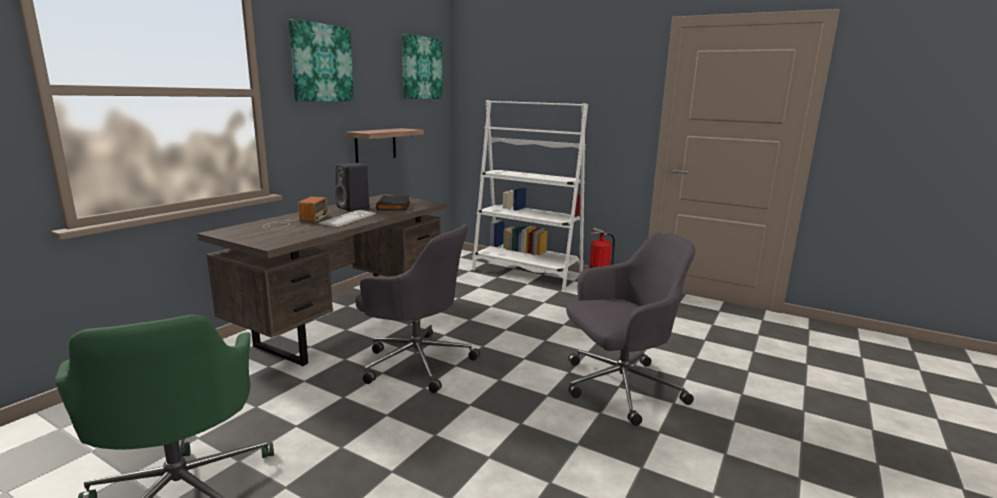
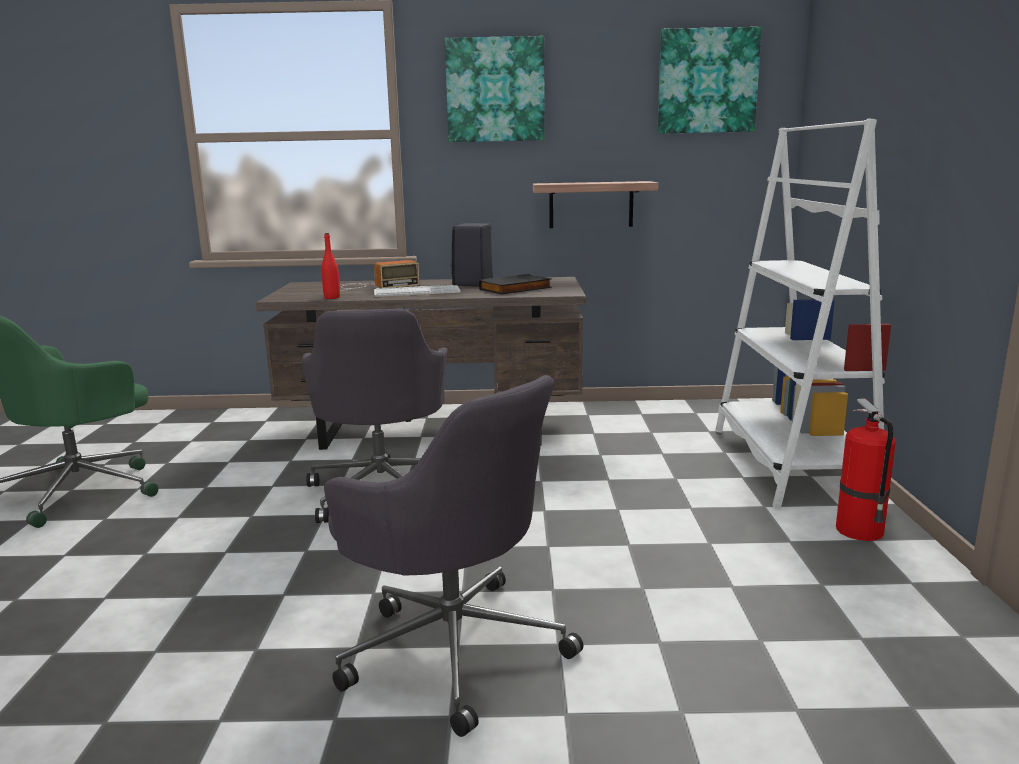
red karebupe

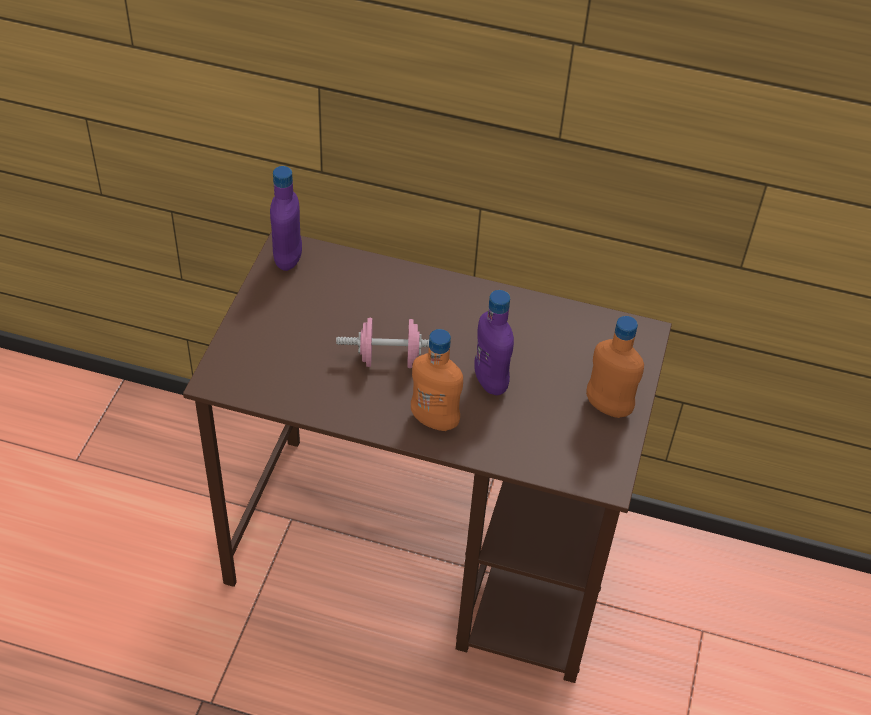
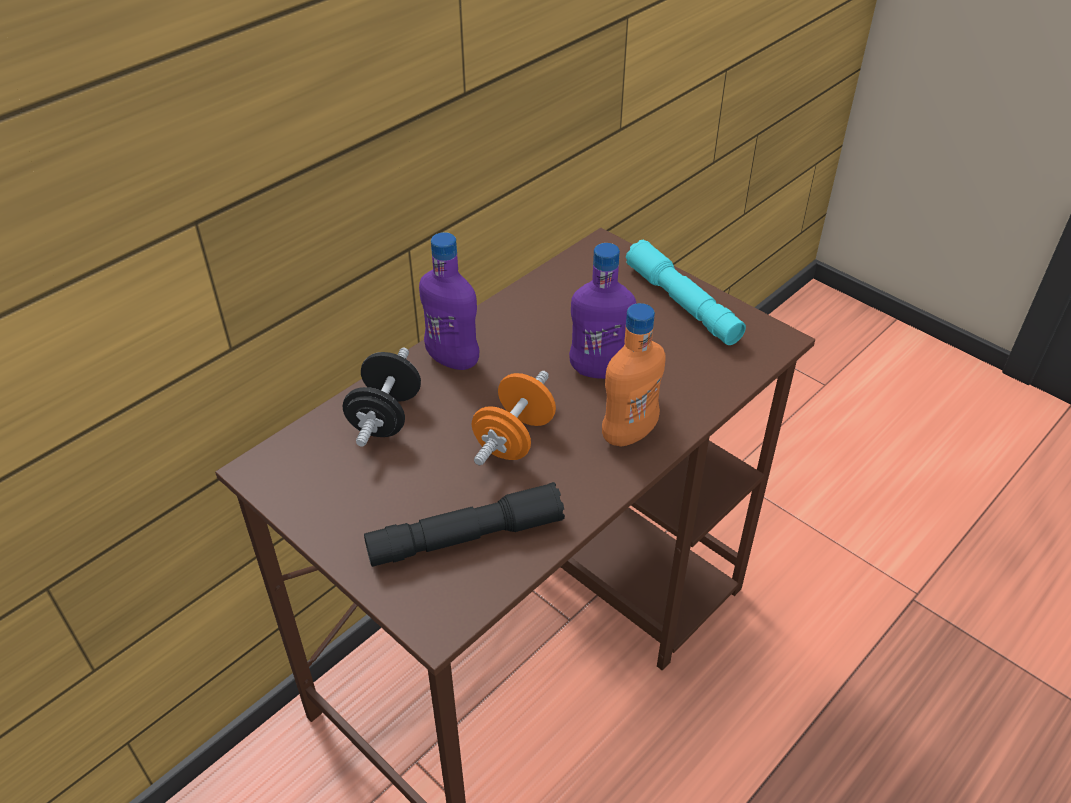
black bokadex
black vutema
purple karebupe (no. 1 from left)
orange bokadex
turquoise vutema

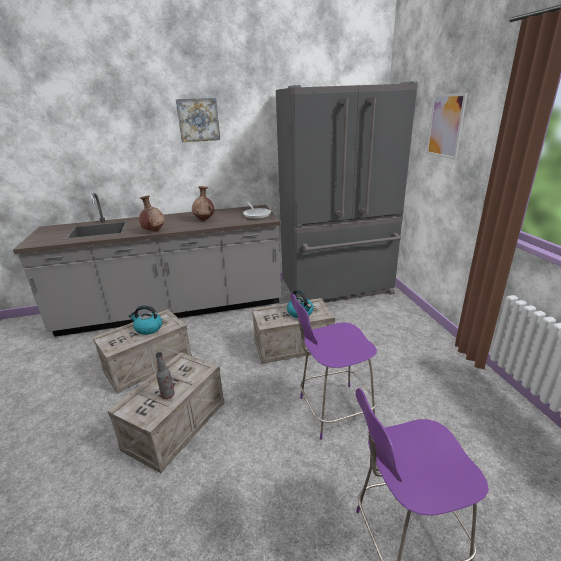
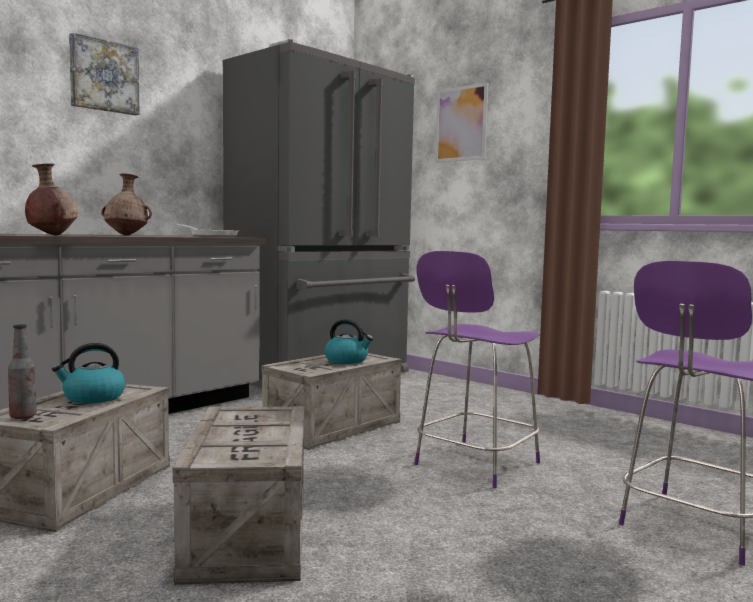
karebupe

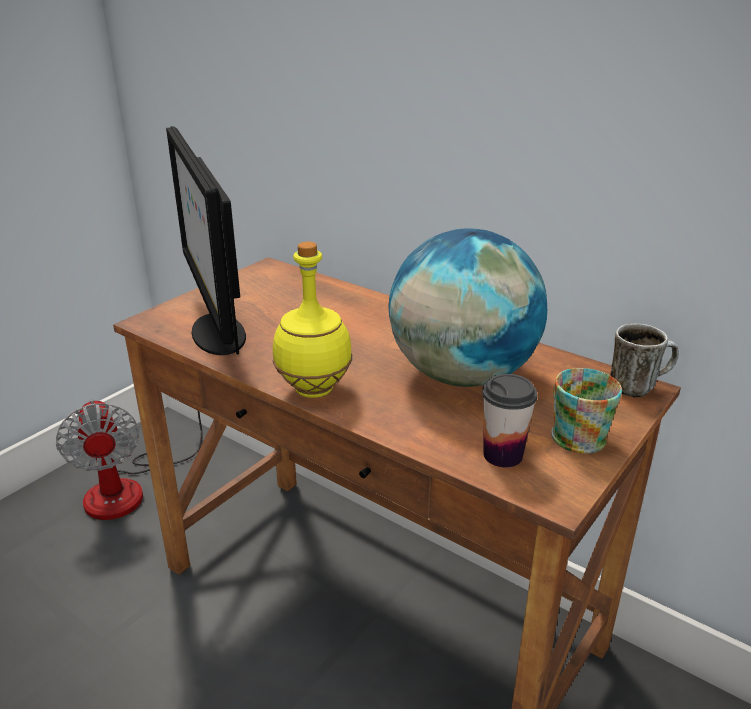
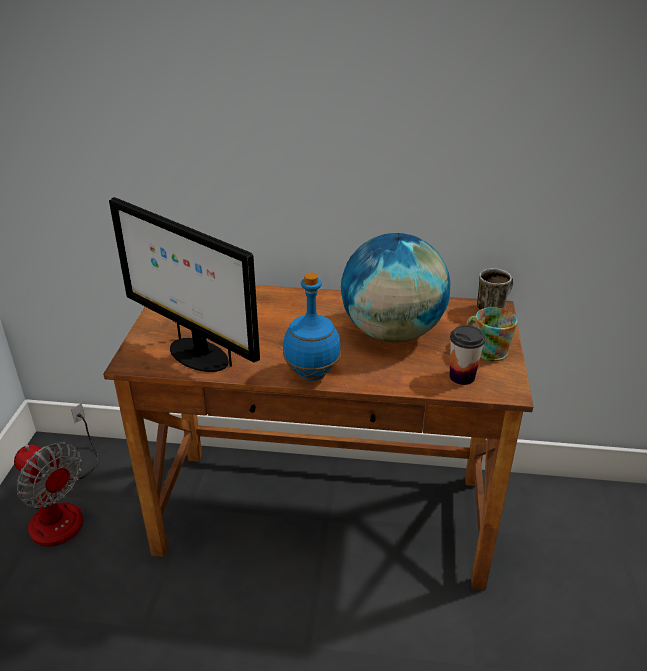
blue karebupe

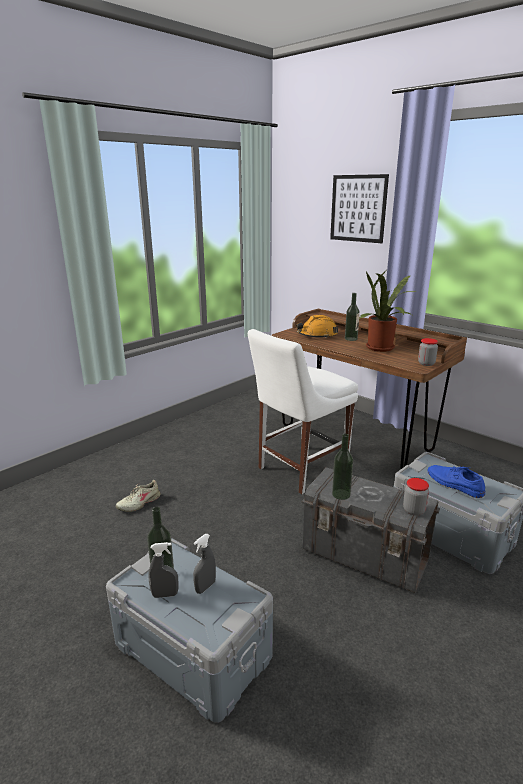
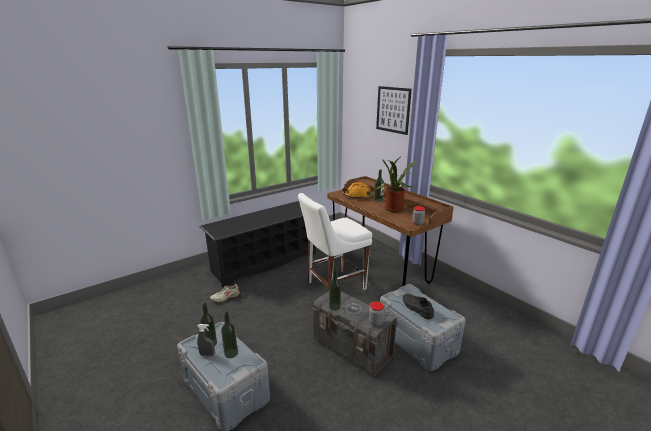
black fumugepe
karebupe (no. 2 from left)
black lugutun

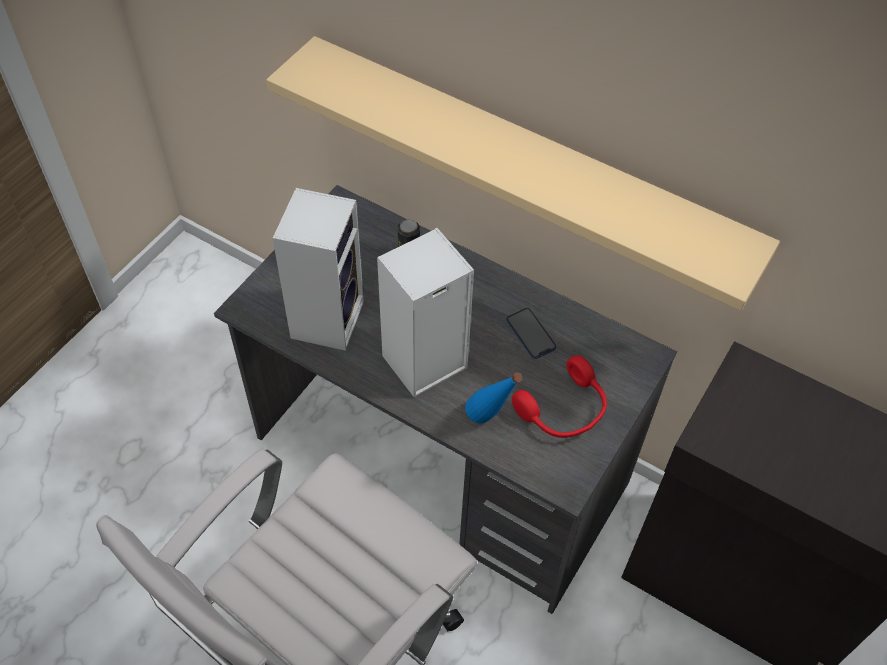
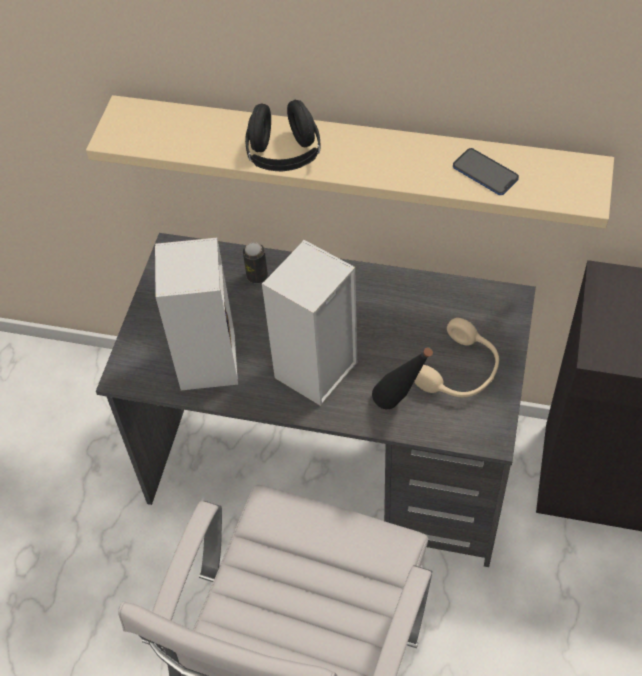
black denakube
black karebupe
beige denakube
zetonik

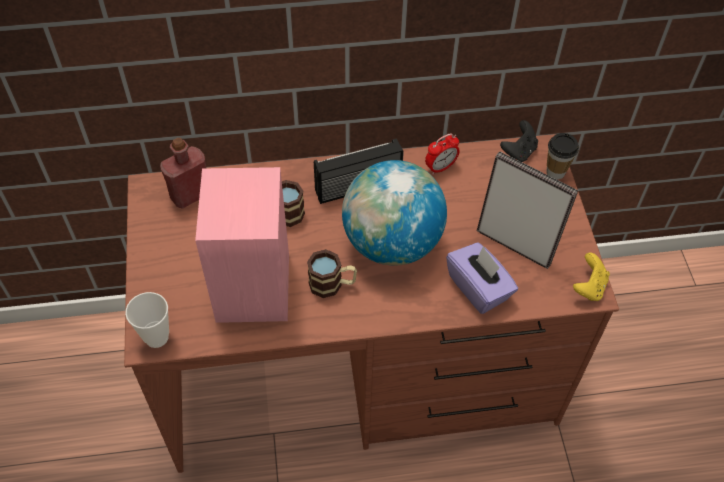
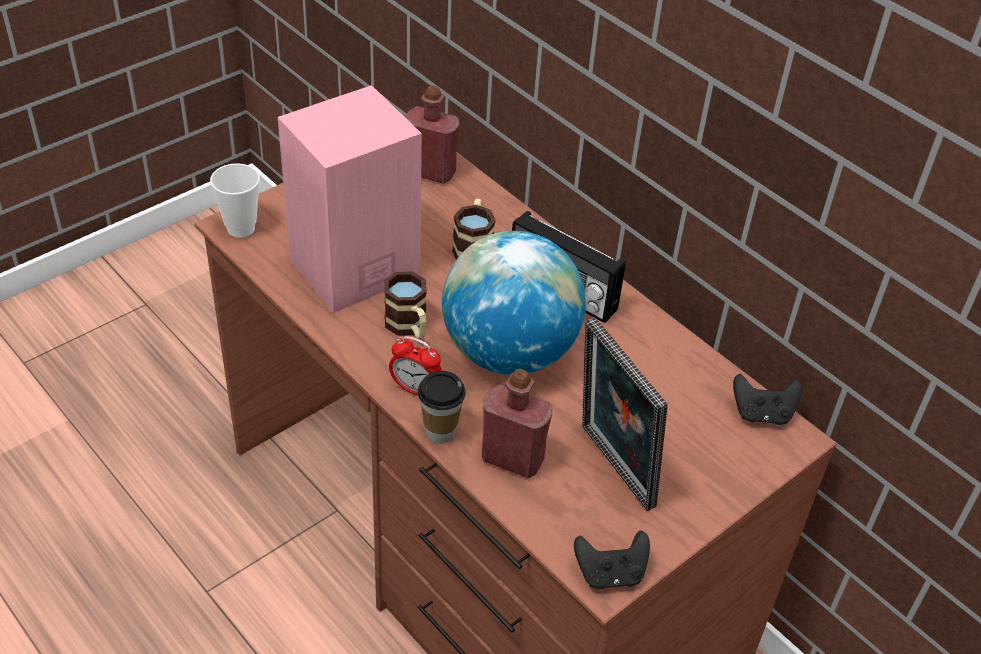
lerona
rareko (no. 2 from left)
red karebupe (no. 2 from left)
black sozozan (no. 1 from left)
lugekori

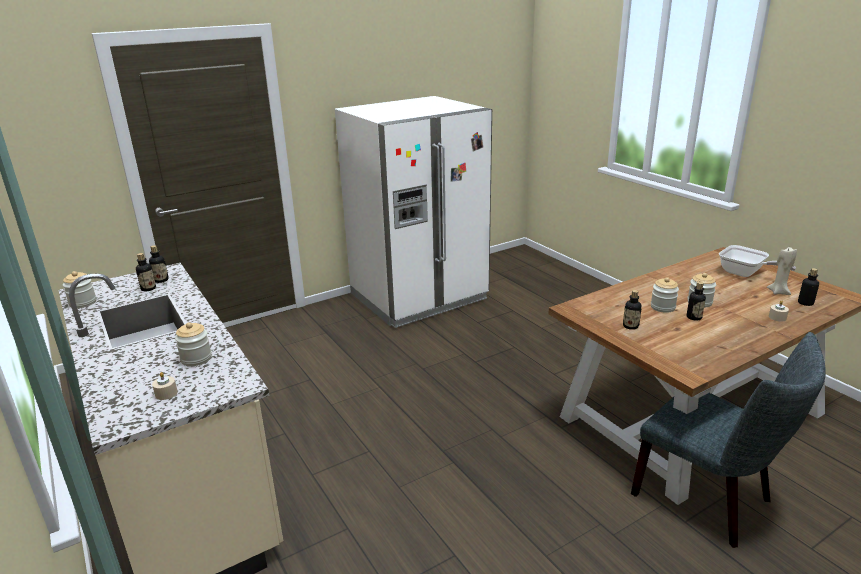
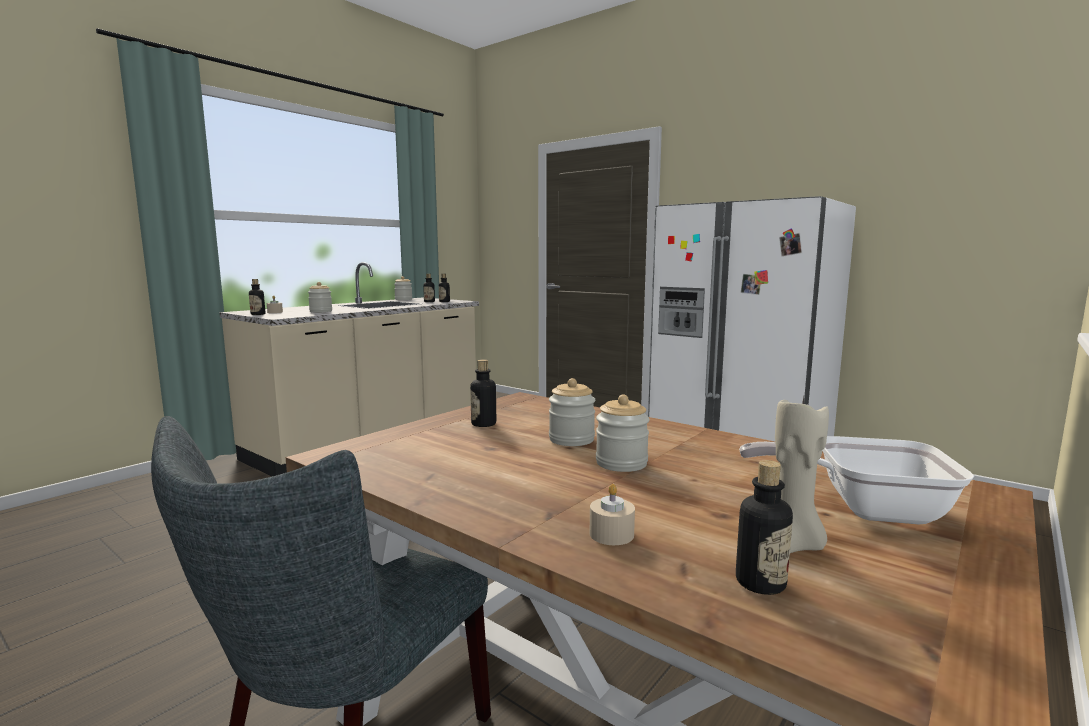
karebupe (no. 1 from left)
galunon

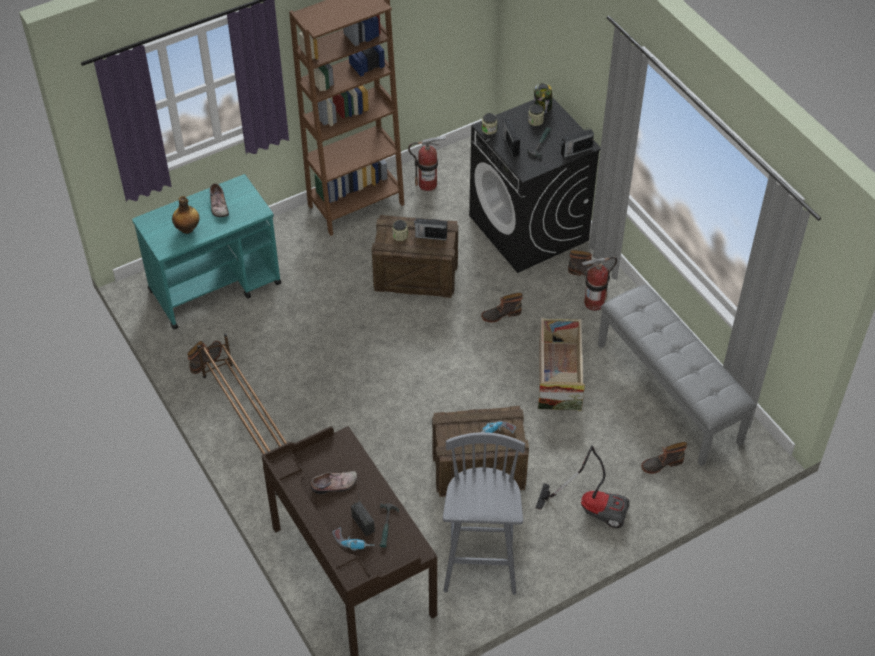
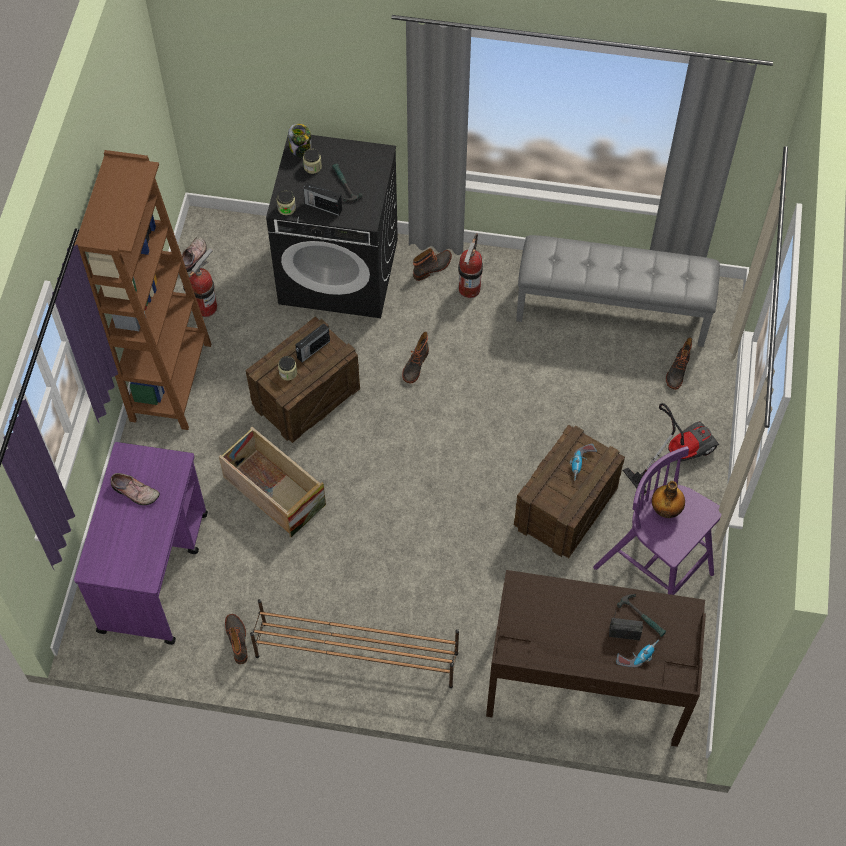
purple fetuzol
lugutun (no. 2 from left)
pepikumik (no. 1 from left)
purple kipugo
karebupe
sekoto (no. 4 from left in the first image)

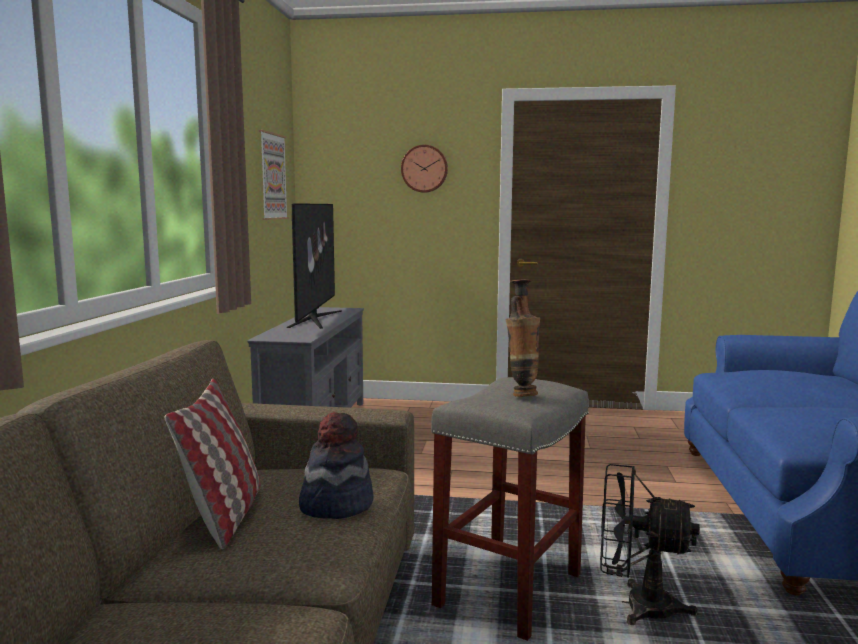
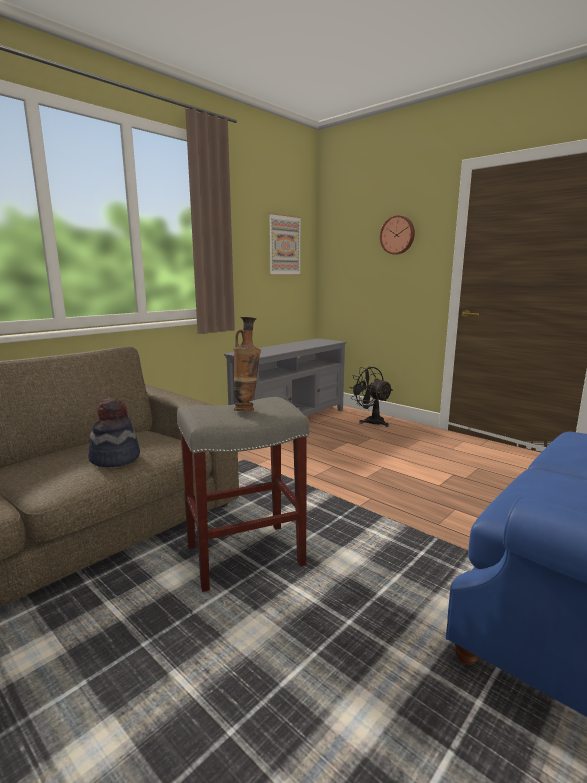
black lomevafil
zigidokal
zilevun

